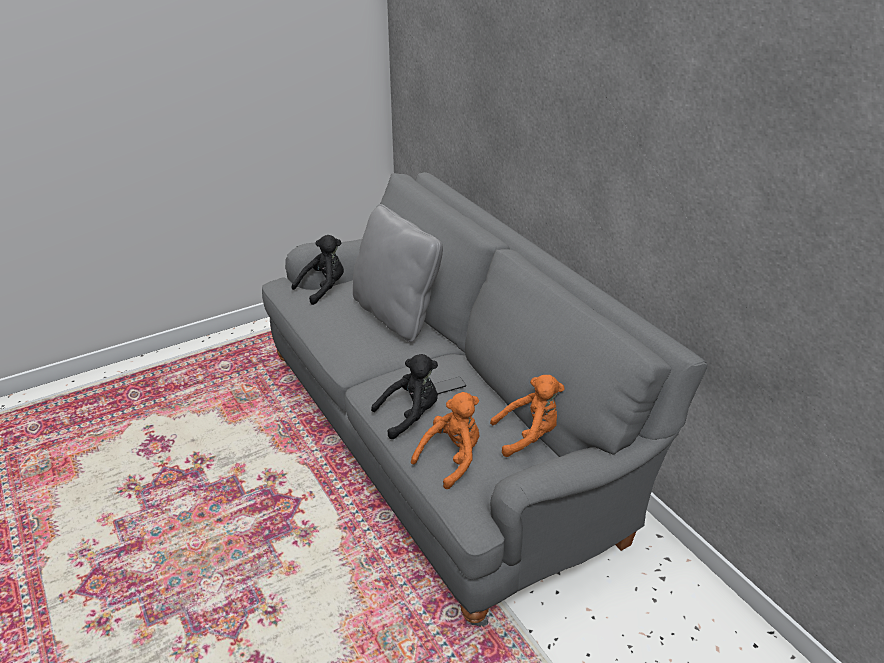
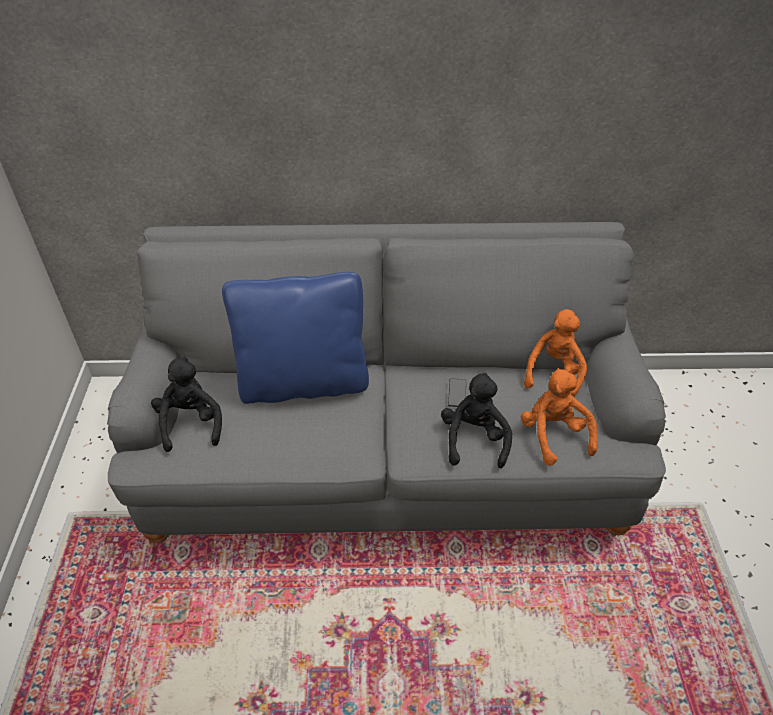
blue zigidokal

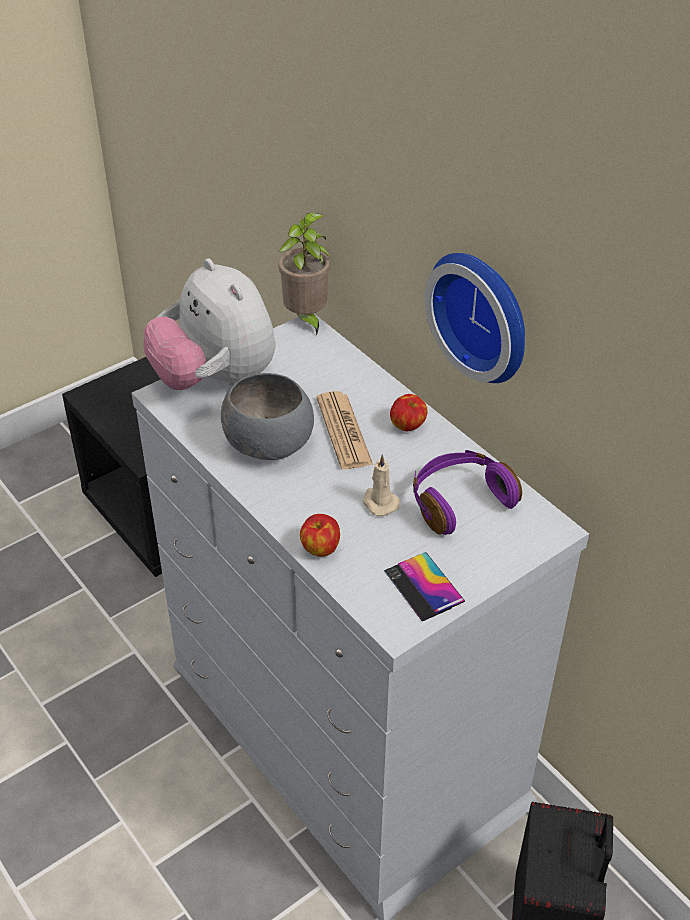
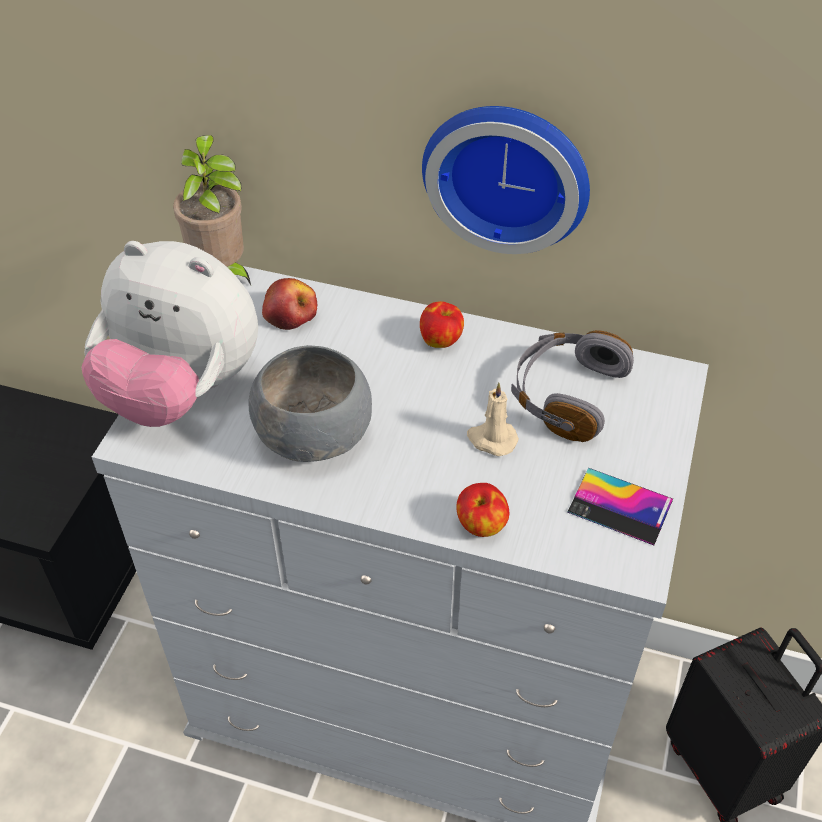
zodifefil (no. 1 from left)
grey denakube
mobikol

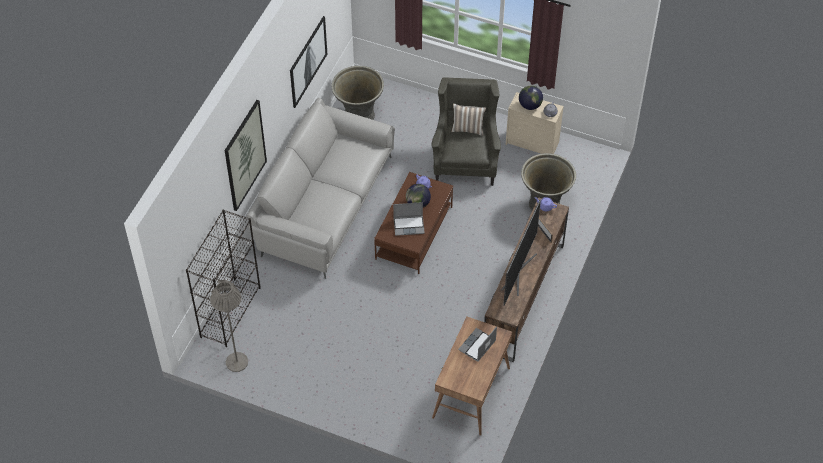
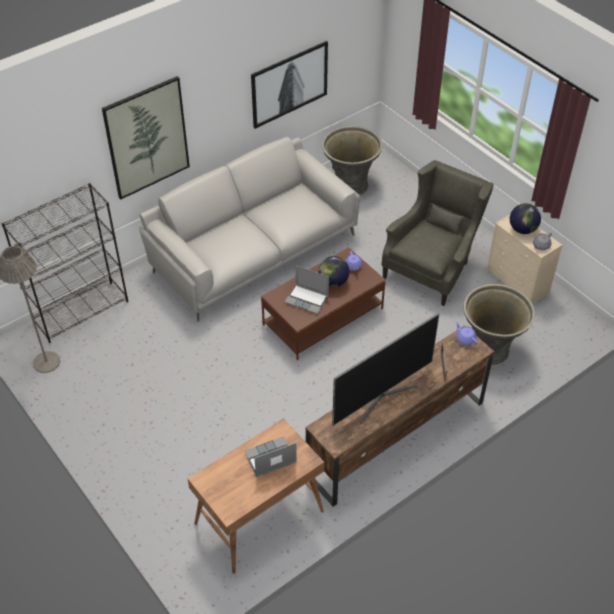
zigidokal

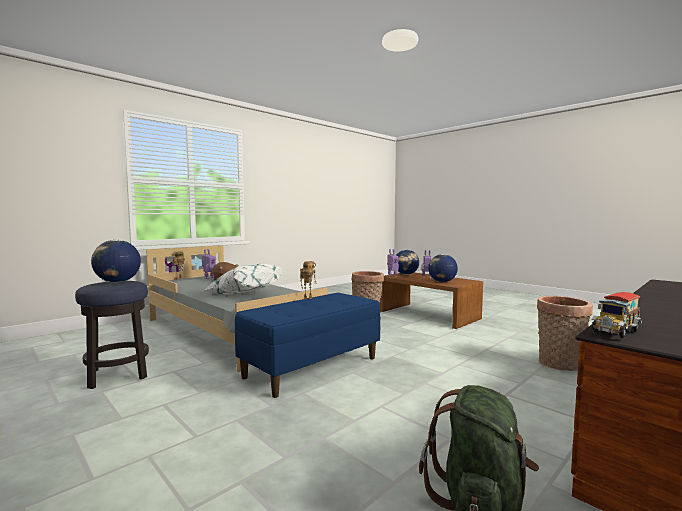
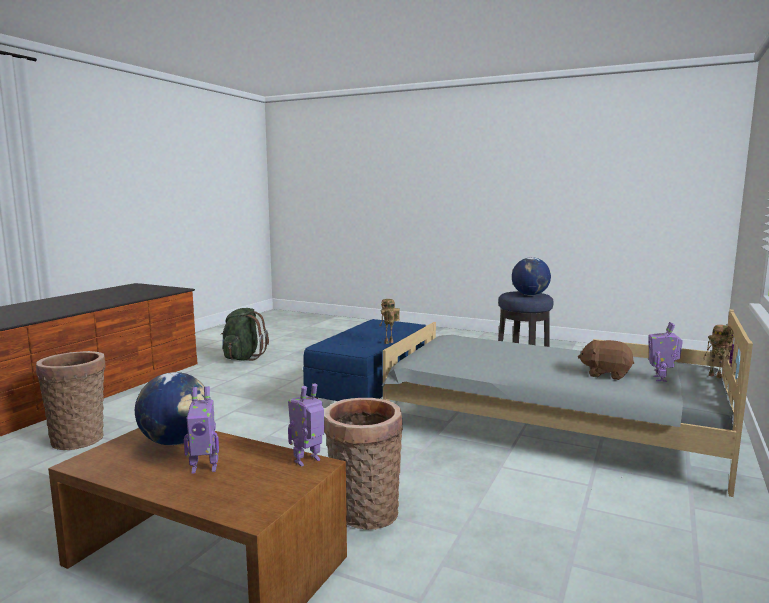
white zigidokal
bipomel (no. 2 from left in the first image)
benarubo

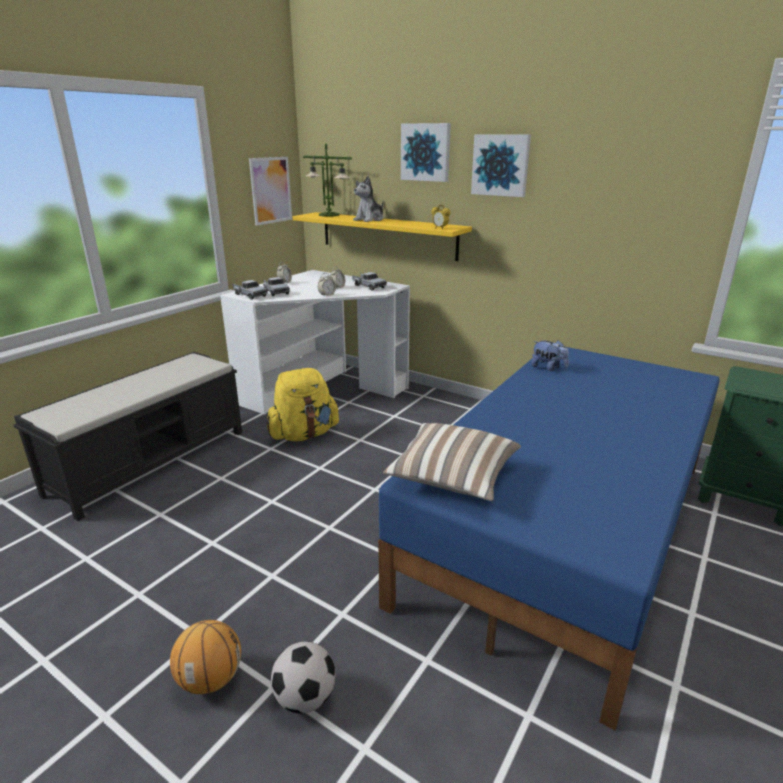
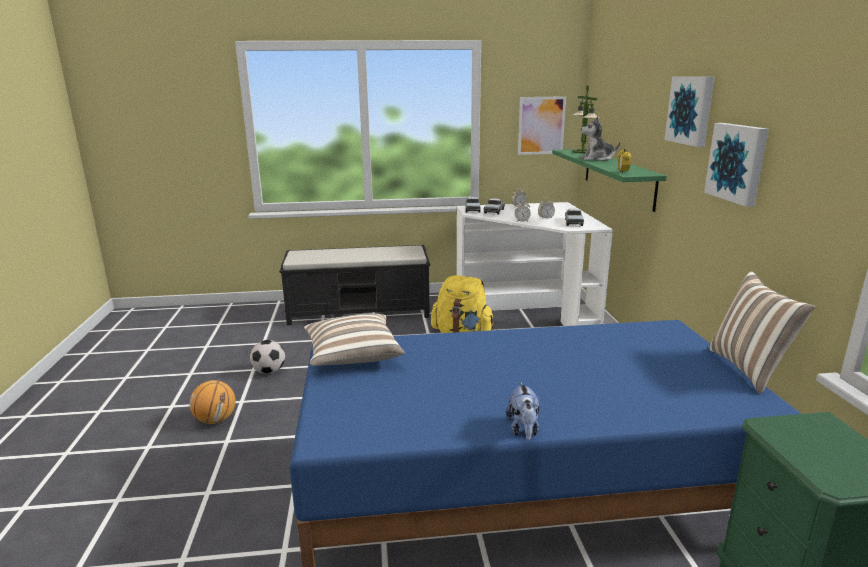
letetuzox
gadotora (no. 1 from left)
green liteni
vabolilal (no. 3 from left)
zigidokal (no. 2 from left)

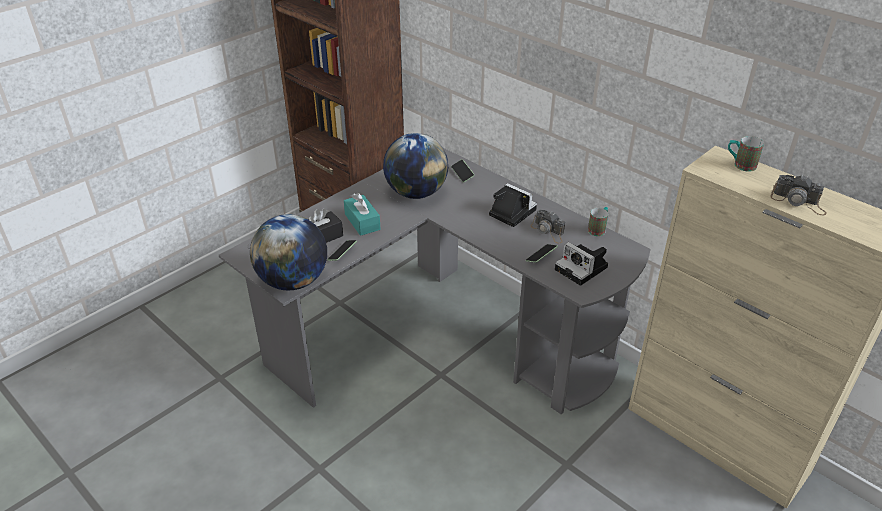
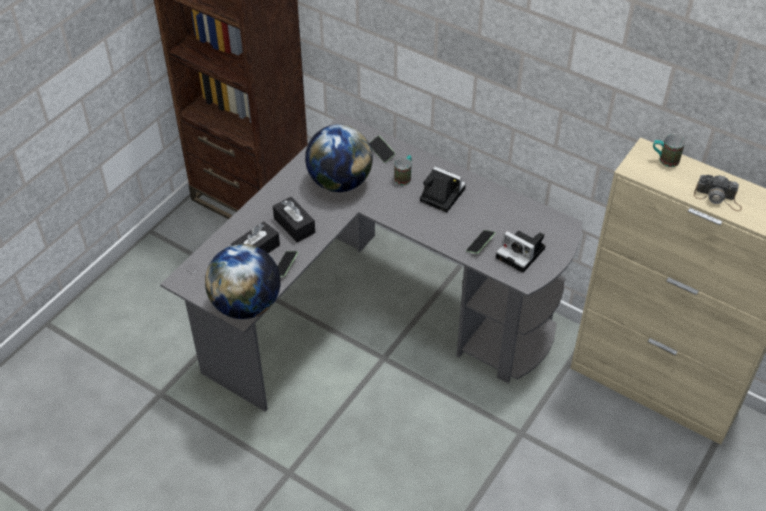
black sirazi (no. 2 from left)
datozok (no. 1 from left)
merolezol (no. 2 from left in the first image)

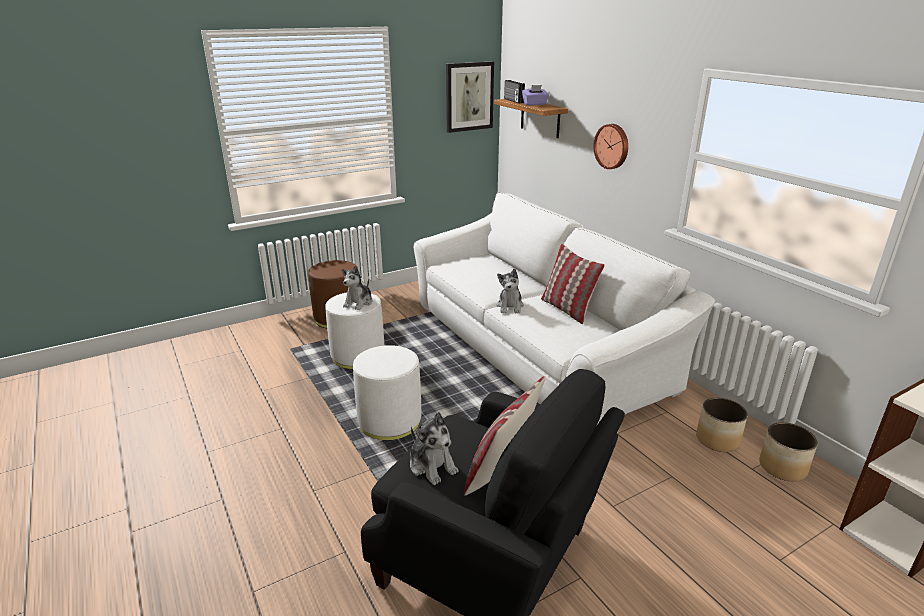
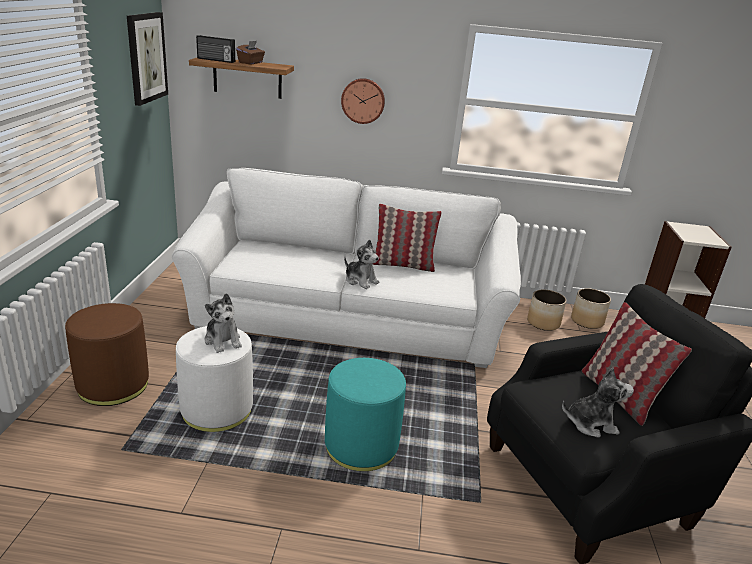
brown sirazi
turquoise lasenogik

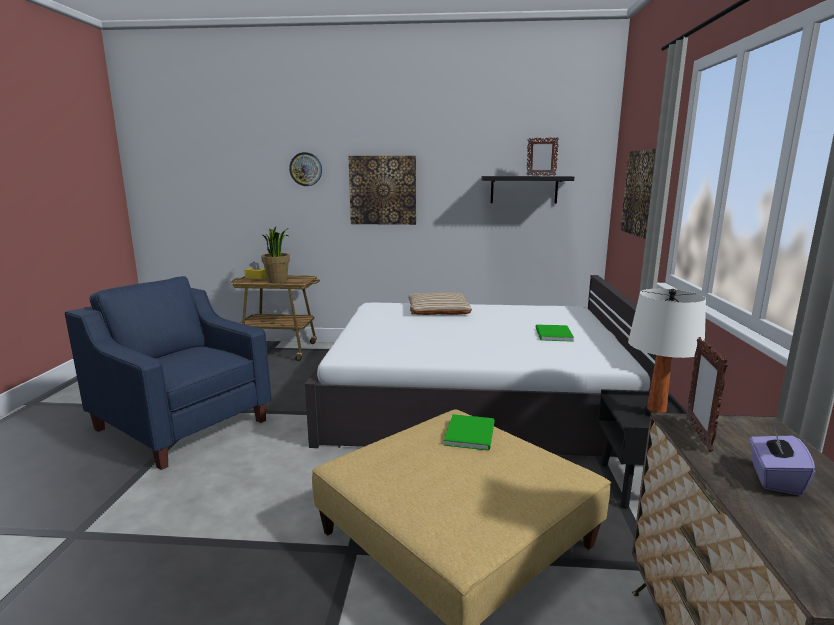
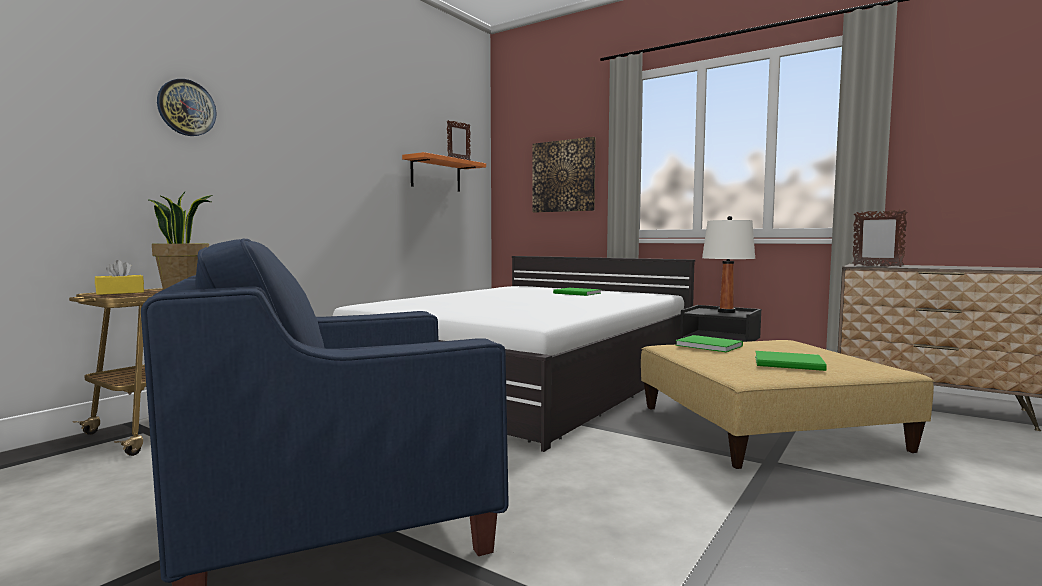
orange liteni
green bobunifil (no. 3 from left)
vabolilal (no. 1 from left in the first image)
beige zigidokal
purple sirazi

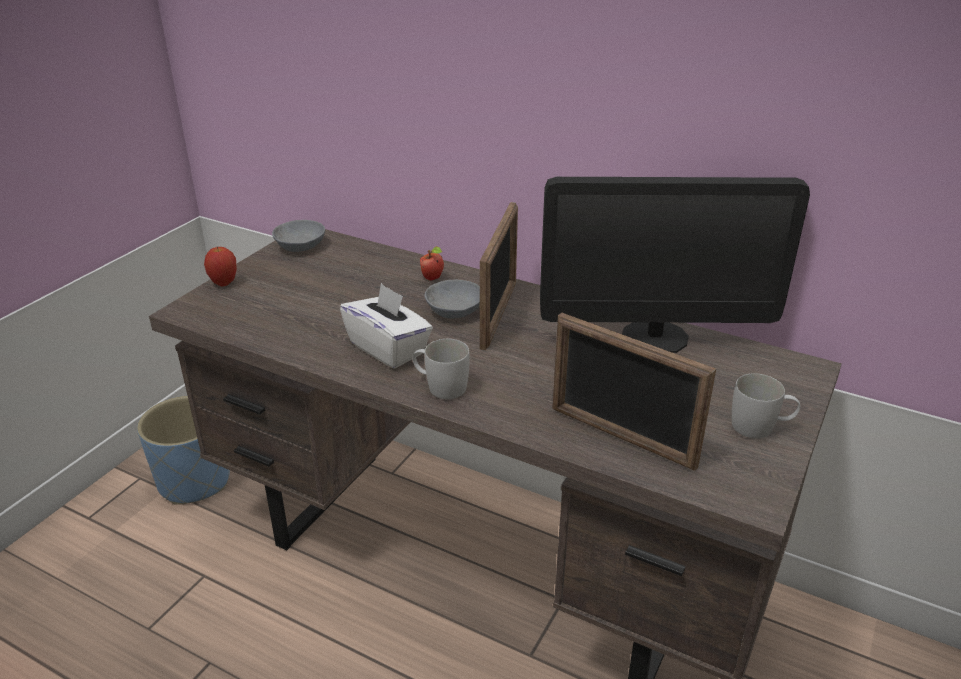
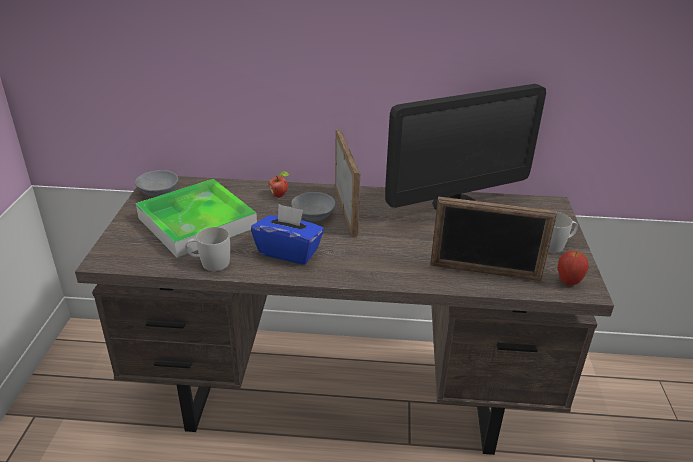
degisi
white datozok (no. 1 from left)
blue sirazi
zodifefil (no. 2 from left)
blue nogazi

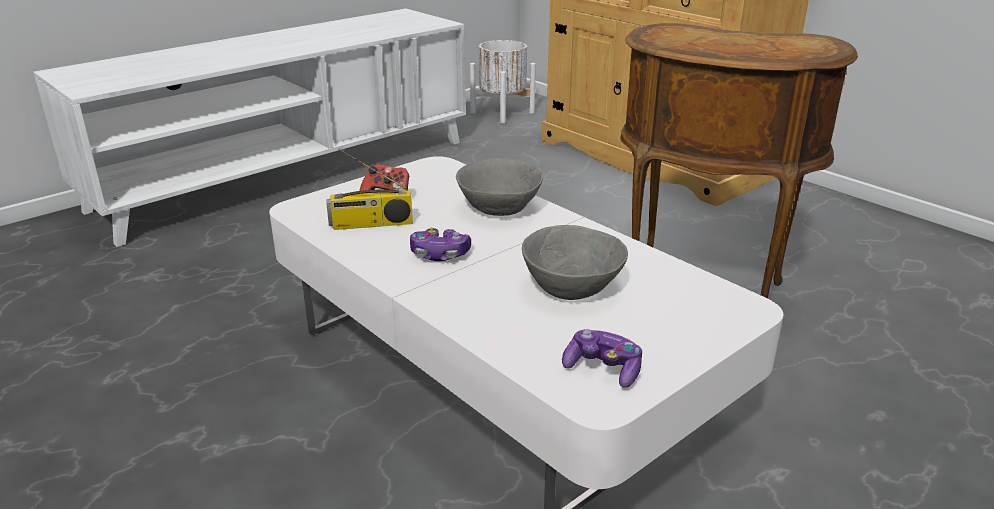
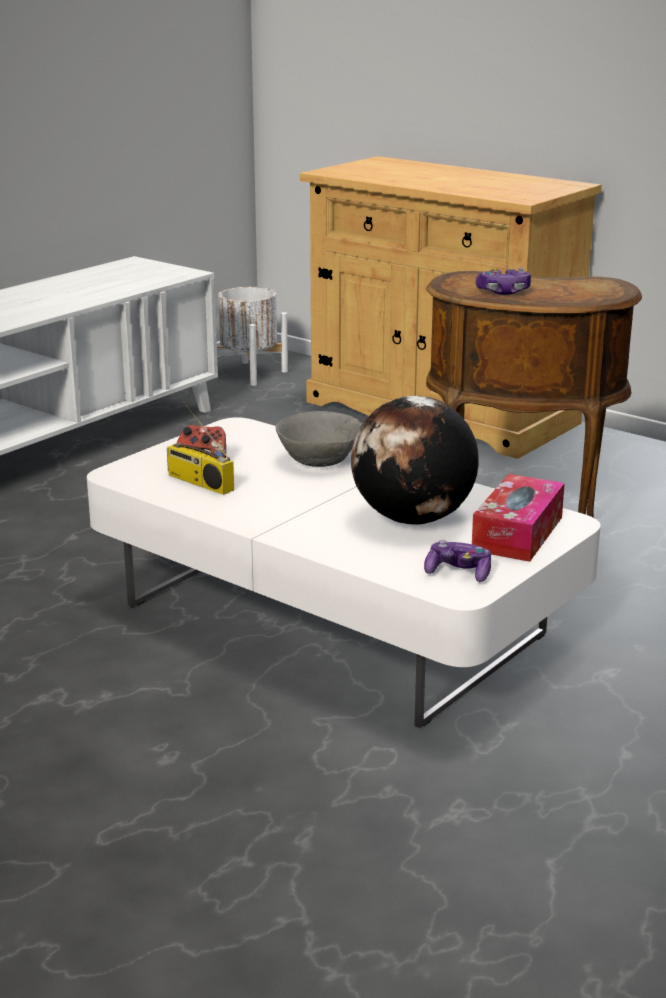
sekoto
bipomel
sirazi
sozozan (no. 3 from left)

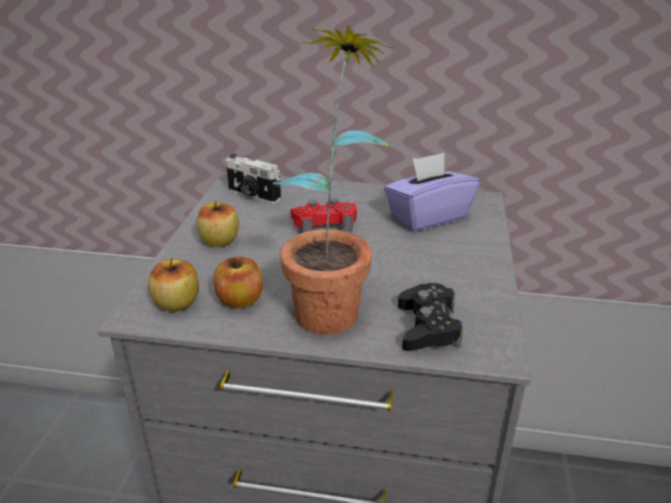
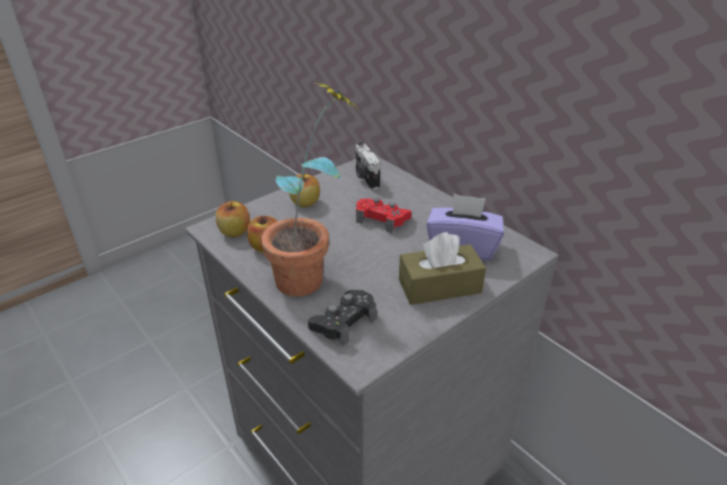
brown sirazi

